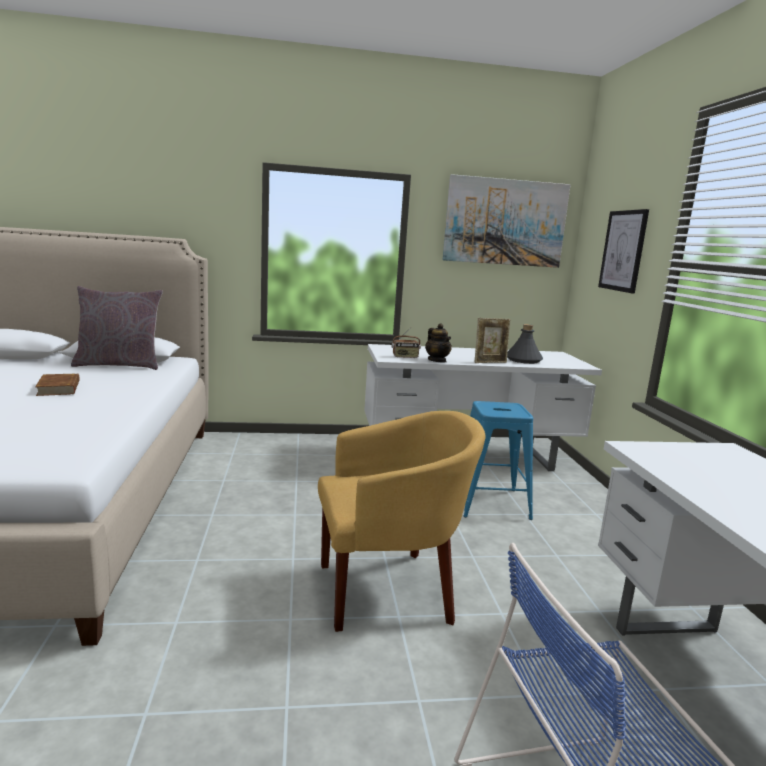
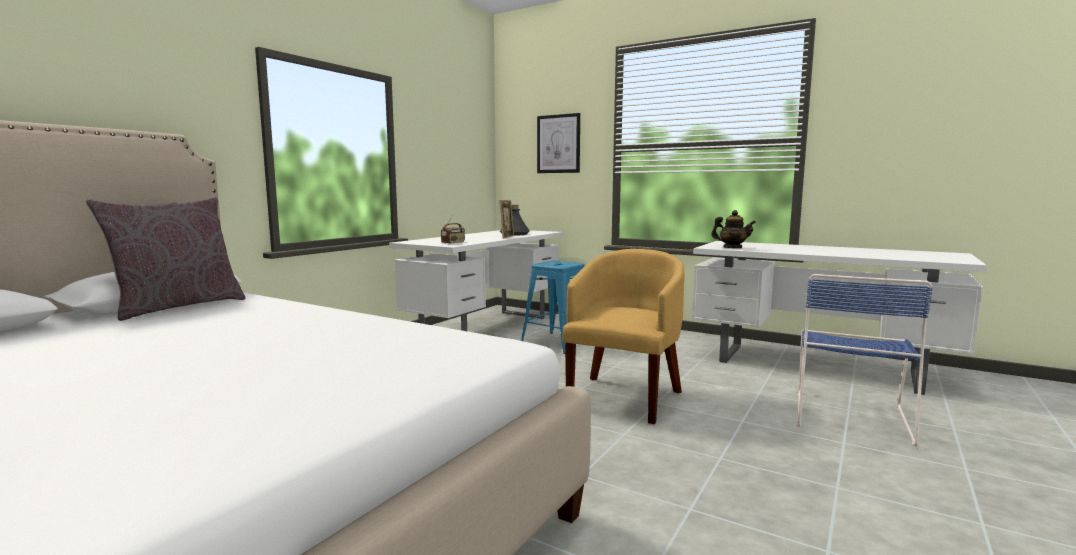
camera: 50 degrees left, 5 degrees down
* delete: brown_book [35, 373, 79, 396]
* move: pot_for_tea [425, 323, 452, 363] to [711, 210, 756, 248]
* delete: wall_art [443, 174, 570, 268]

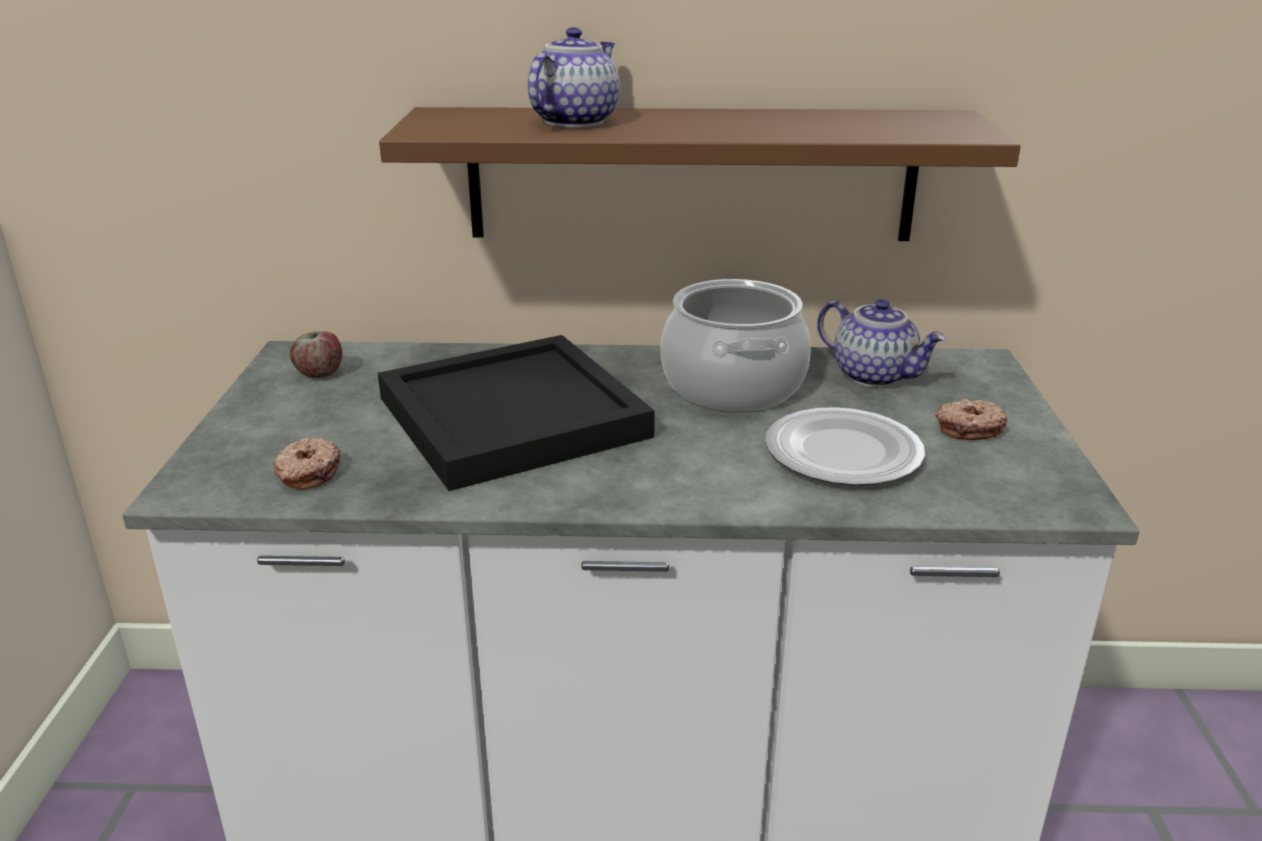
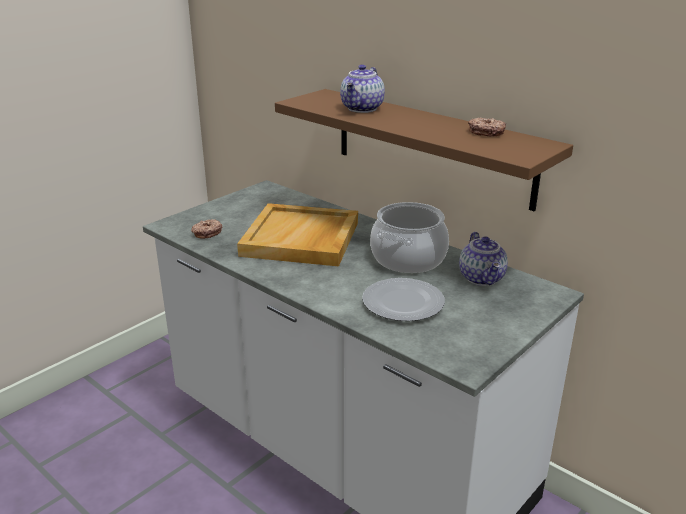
camera: 40 degrees right, 0 degrees up
* delete: apple [290, 331, 342, 378]
* recolor: black-coloured_serving_tray [378, 335, 655, 491] to beige-coloured_serving_tray [237, 203, 358, 267]
* rotate: pot_for_tea [528, 27, 619, 128] = [340, 65, 385, 113] 135 degrees clockwise
* move: donut [935, 398, 1008, 440] to [468, 118, 506, 136]

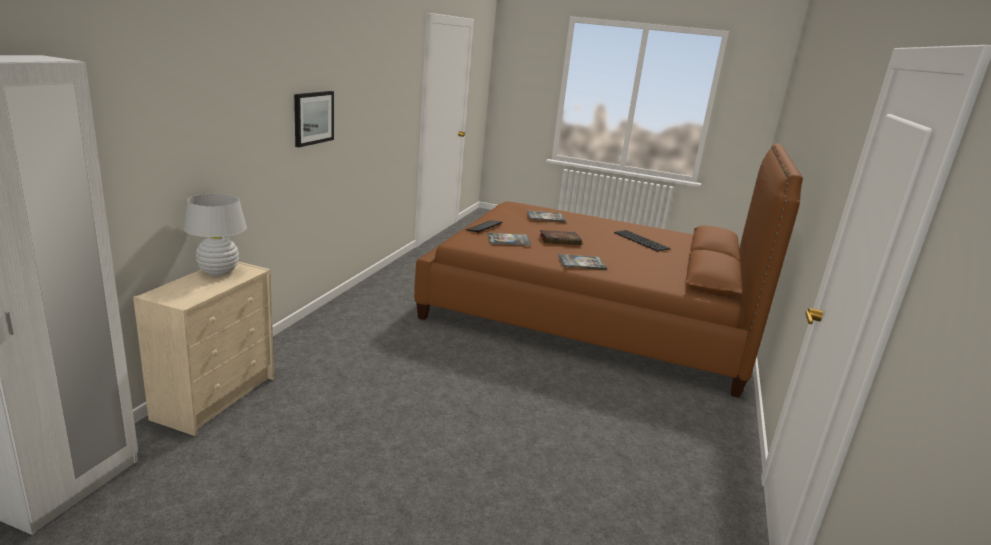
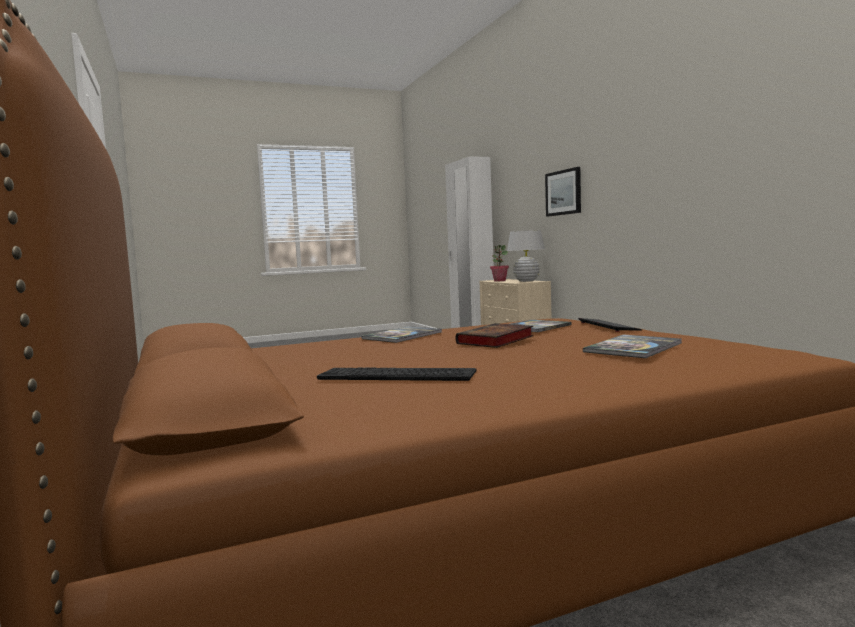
camera: 140 degrees right, 15 degrees down
* move: wall_art [294, 91, 334, 147] to [545, 167, 581, 217]
* insert: houseplant [490, 245, 509, 281]

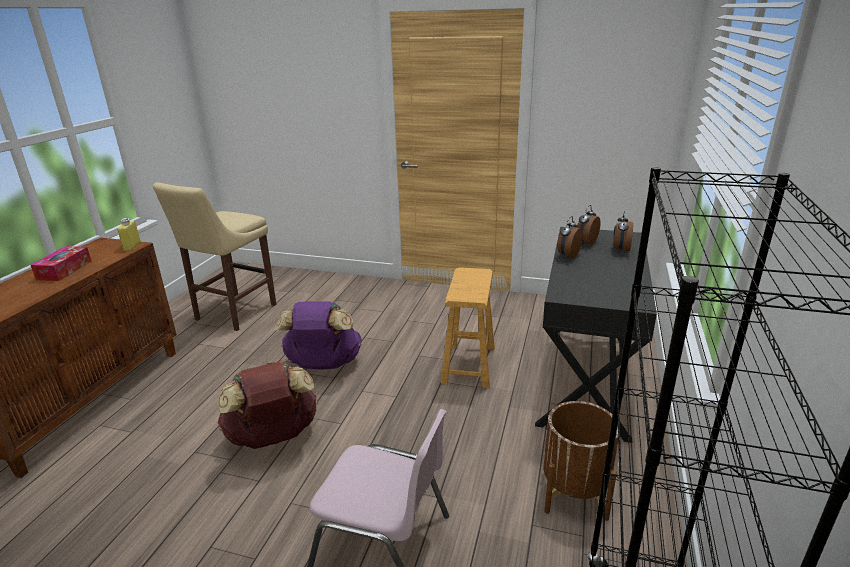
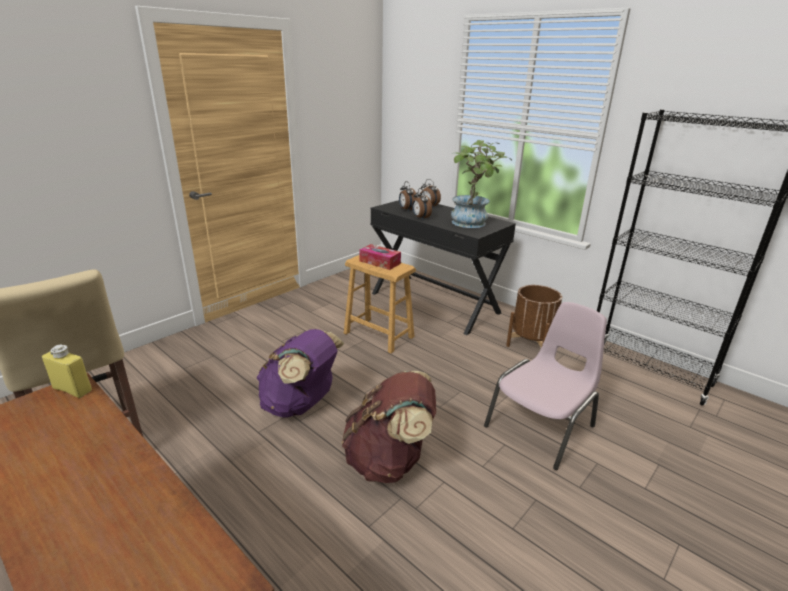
camera: 65 degrees left, 0 degrees up
* move: box_of_tissues [31, 246, 91, 281] to [359, 244, 401, 270]
* insert: houseplant [451, 140, 512, 228]

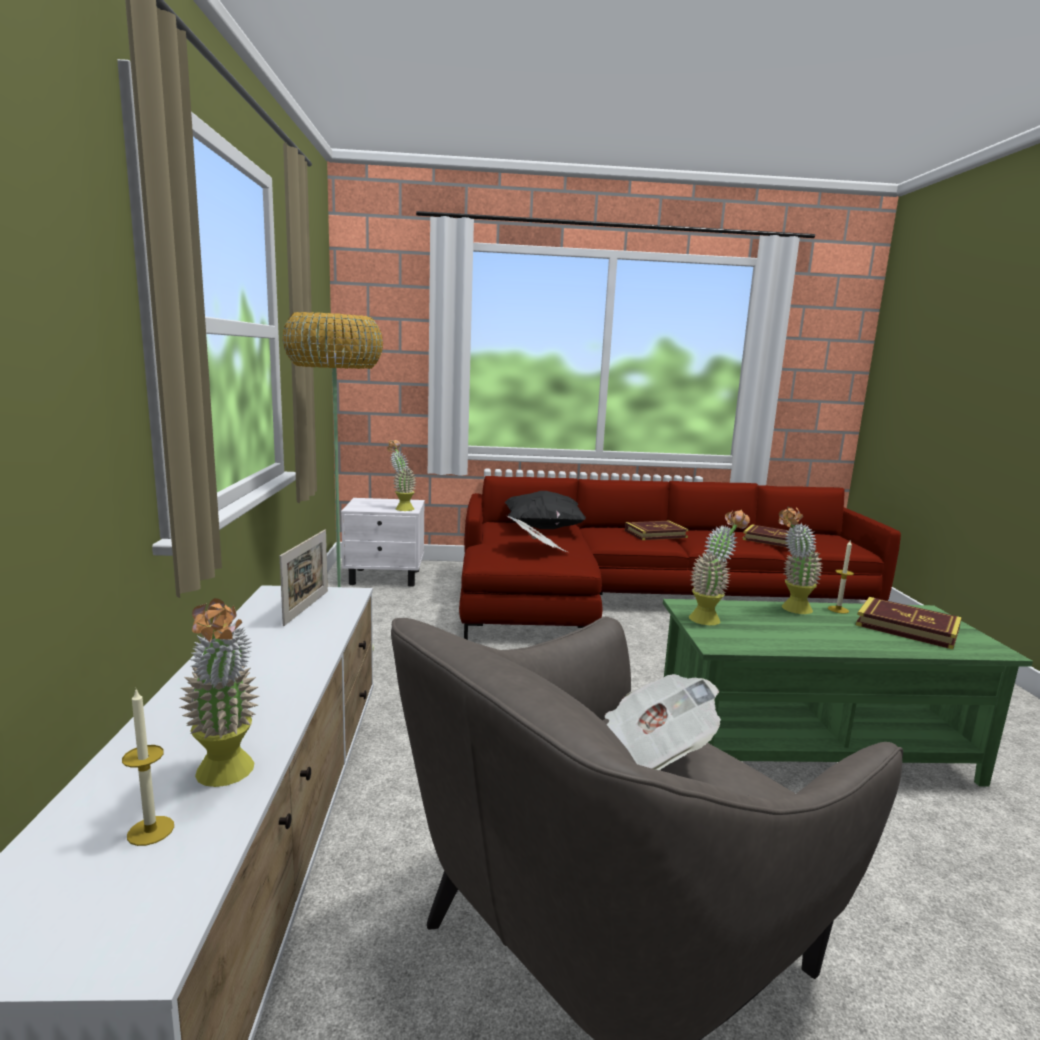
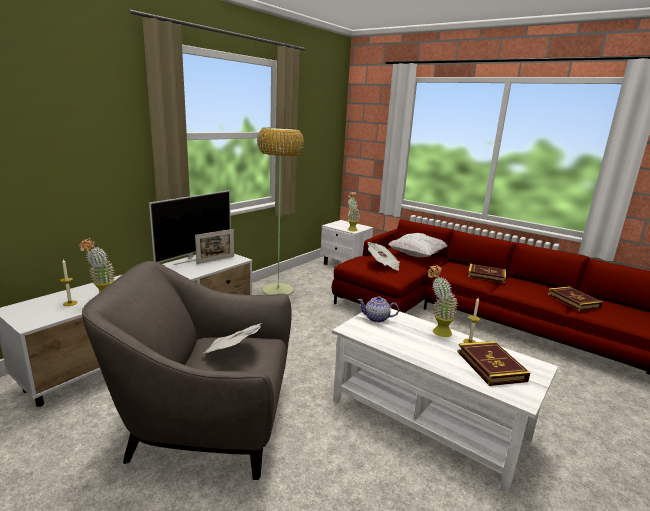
camera: 40 degrees right, 5 degrees up
* recolor: black-coloured_throw_pillow [505, 491, 586, 529] to white-coloured_throw_pillow [389, 233, 447, 257]
* recolor: green-coloured_lounge_table [663, 599, 1033, 787] to white-coloured_lounge_table [332, 309, 558, 494]
* replace: houseplant [689, 510, 750, 625] to pot_for_tea [358, 296, 399, 323]
* insert: television [149, 190, 231, 265]

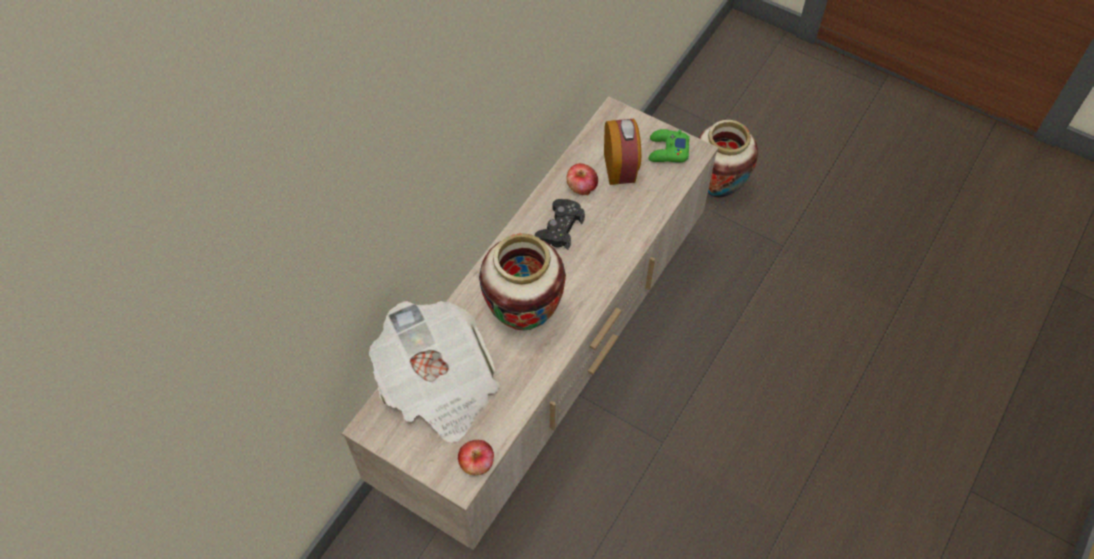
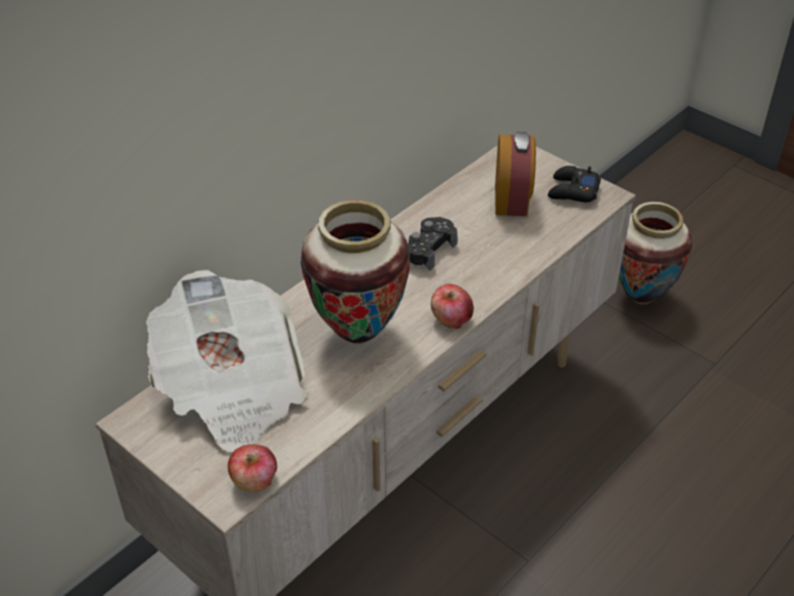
camera: 10 degrees right, 15 degrees down
* move: apple [566, 163, 598, 195] to [431, 284, 474, 329]
* recolor: green-coloured_game_controller [648, 129, 690, 163] to black-coloured_game_controller [548, 166, 601, 202]

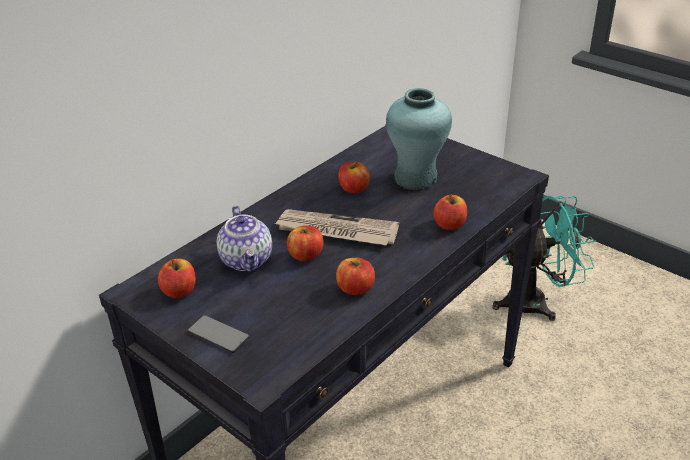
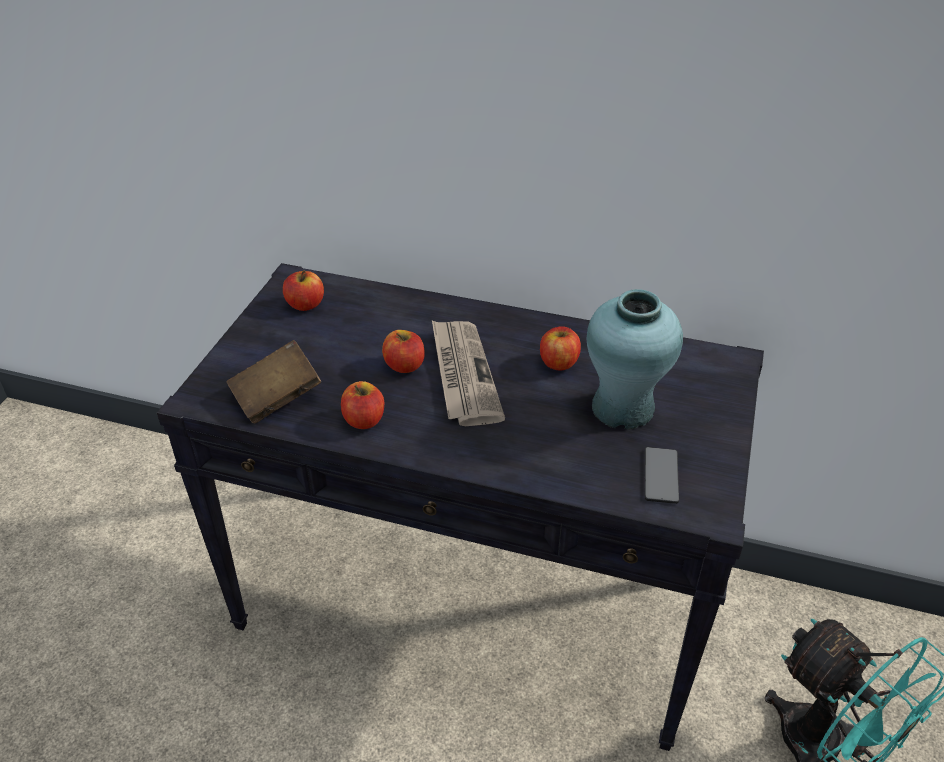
camera: 65 degrees right, 5 degrees up
* move: telephone [187, 315, 250, 353] to [645, 447, 679, 504]
* delete: pot_for_tea [217, 206, 272, 272]
* delete: apple [434, 195, 467, 230]
* insert: brown_book [227, 340, 321, 424]

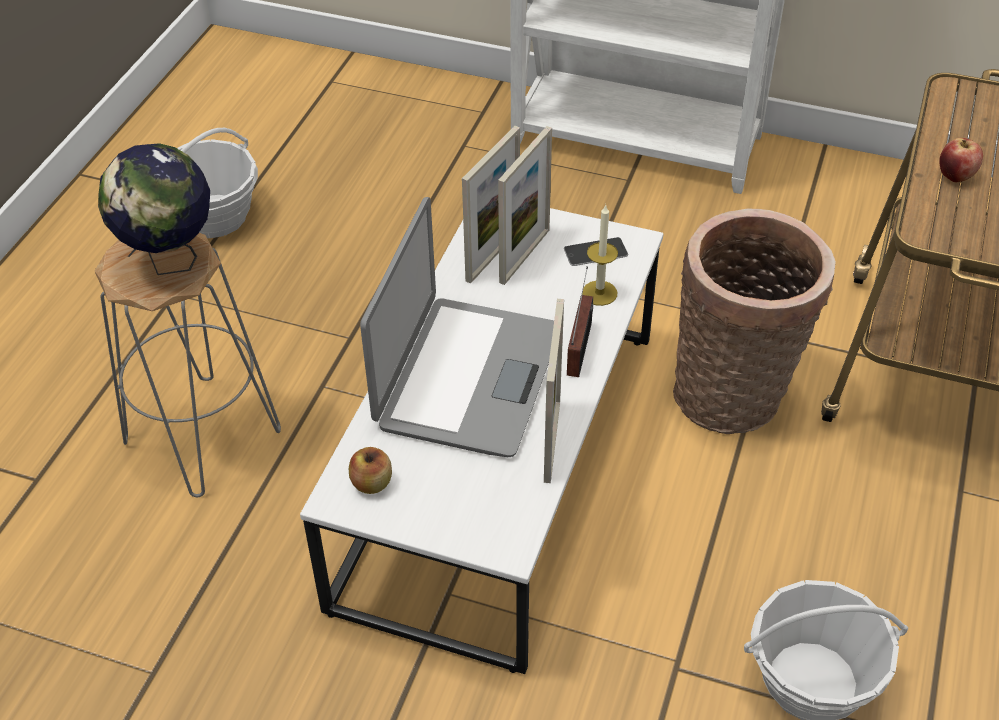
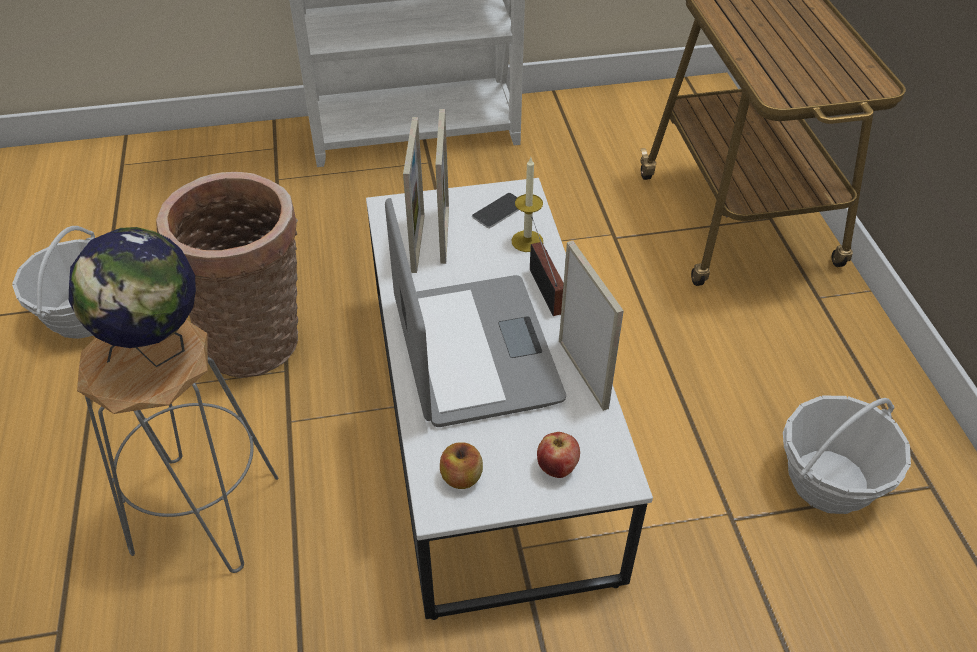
camera: 30 degrees left, 0 degrees up
* move: basket [673, 209, 836, 434] to [156, 172, 298, 377]
* move: apple [939, 138, 983, 182] to [537, 432, 580, 478]

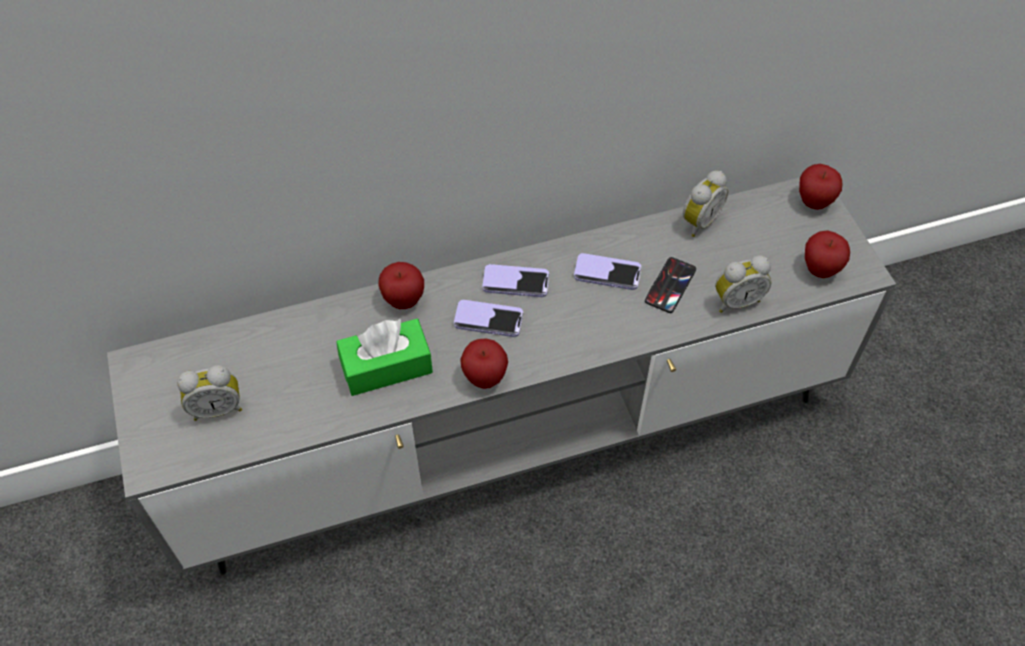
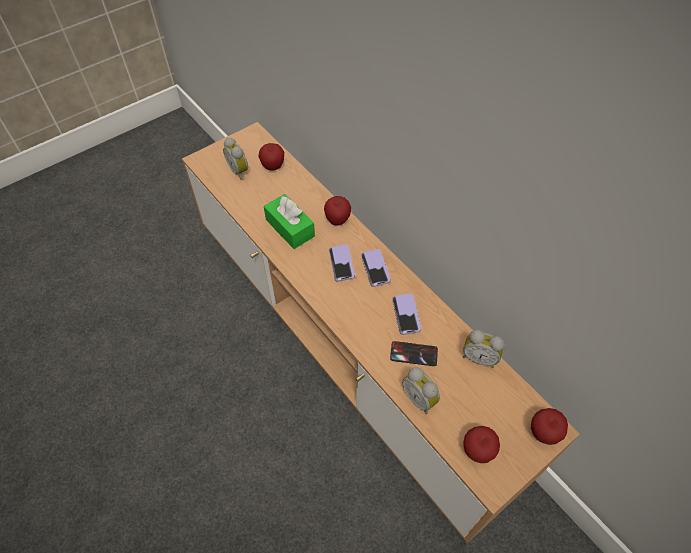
camera: 70 degrees right, 0 degrees up
* recolor: greyish_tv_unit [107, 177, 896, 575] to brown_tv_unit [182, 122, 580, 543]
* move: apple [460, 338, 508, 389] to [259, 143, 284, 170]

